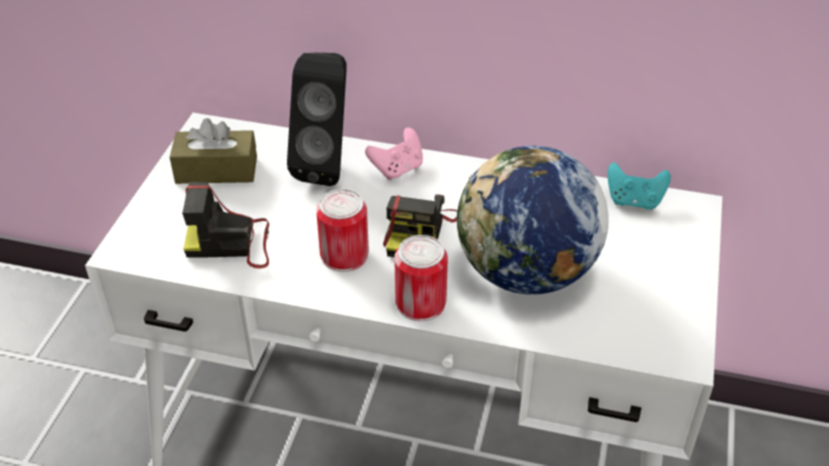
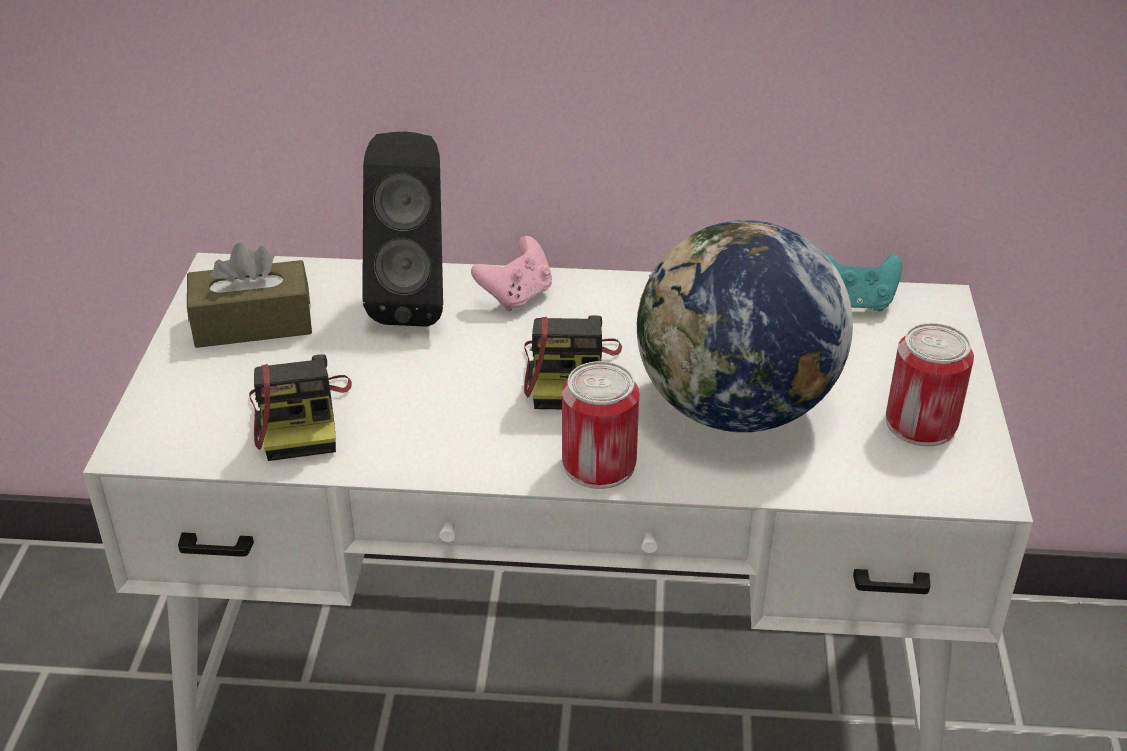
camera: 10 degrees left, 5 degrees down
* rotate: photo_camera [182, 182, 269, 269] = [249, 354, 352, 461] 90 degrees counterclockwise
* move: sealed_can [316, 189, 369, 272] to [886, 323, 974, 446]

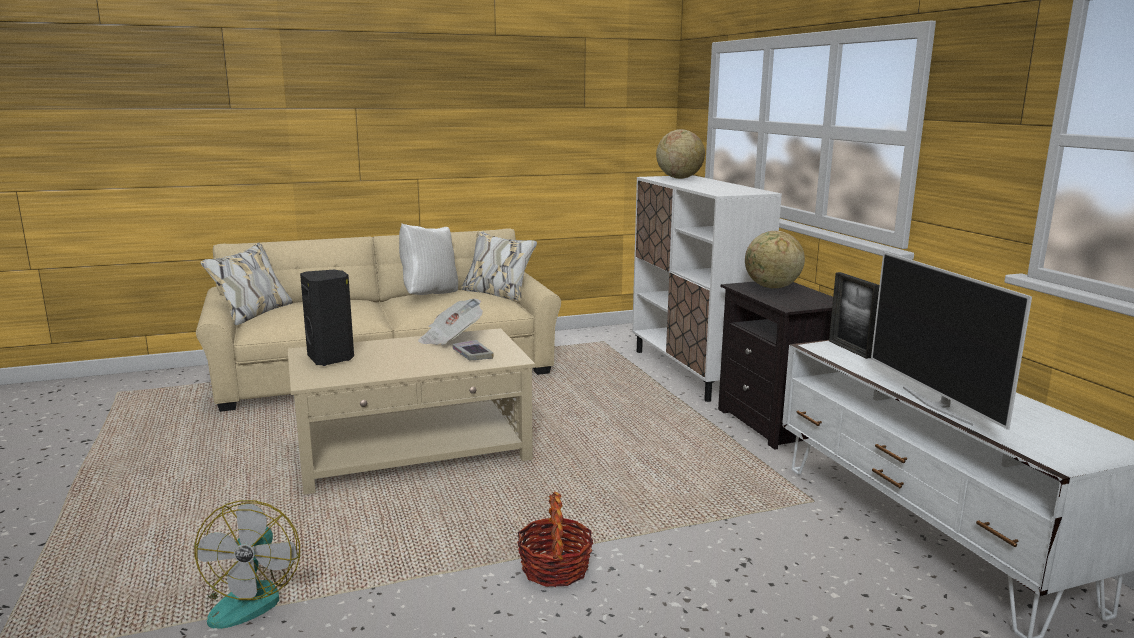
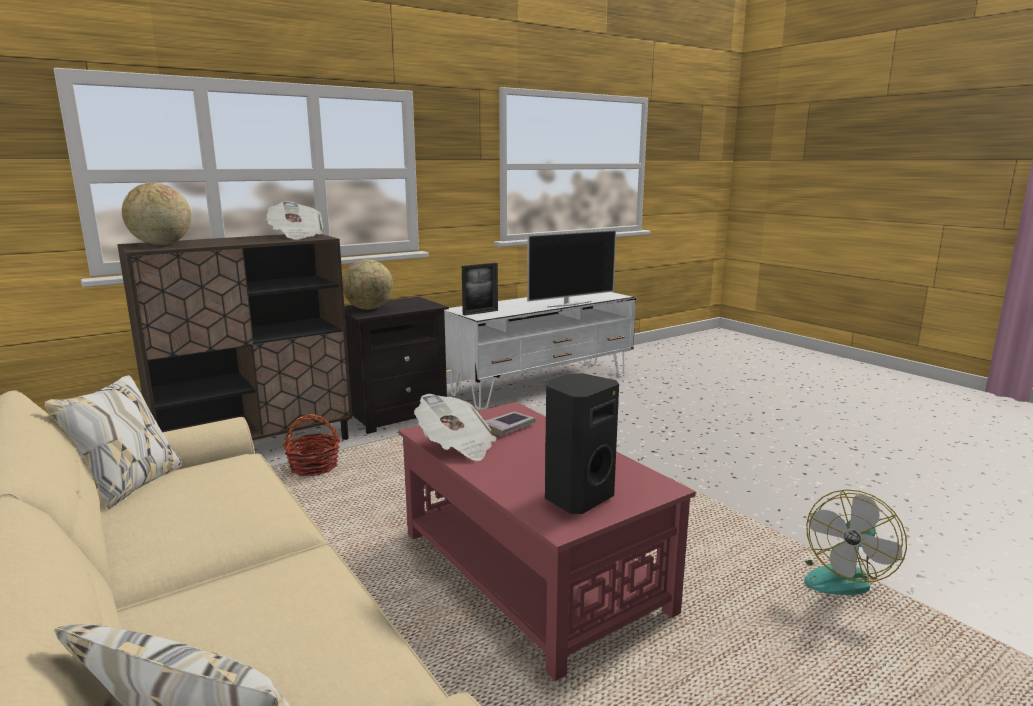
camera: 105 degrees left, 0 degrees up
* rotate: fan [195, 500, 300, 629] = [799, 489, 907, 595] 150 degrees clockwise
* recolor: beige-coloured_lounge_table [287, 328, 535, 495] to reddish_lounge_table [399, 402, 696, 681]
* delete: white-coloured_throw_pillow [399, 223, 458, 295]
* move: basket [517, 492, 593, 587] to [282, 414, 340, 476]
* recolor: white-coloured_cabinet [632, 175, 782, 402] to brown_cabinet [117, 234, 352, 441]
* insert: printed_paper [265, 201, 323, 239]

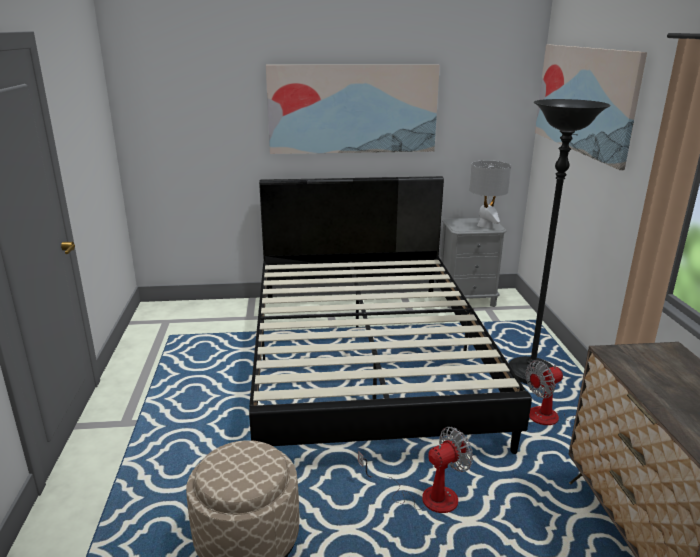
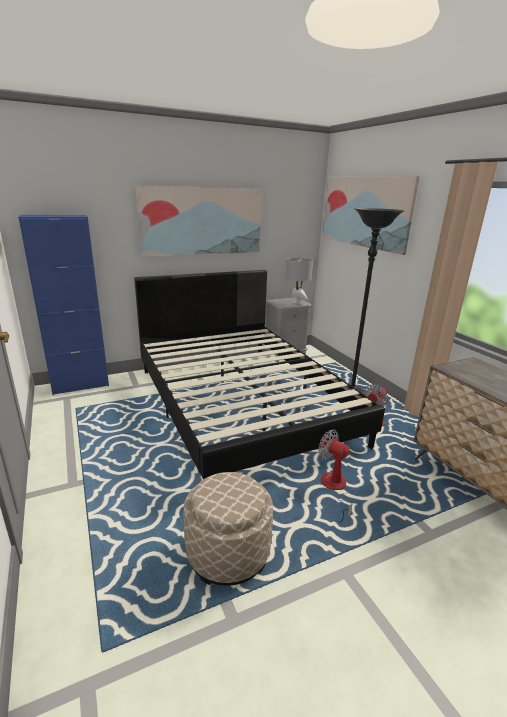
camera: 20 degrees left, 0 degrees up
* rotate: fan [358, 427, 473, 513] = [318, 430, 353, 522] 90 degrees counterclockwise
* insert: blue_cabinet [18, 215, 109, 395]

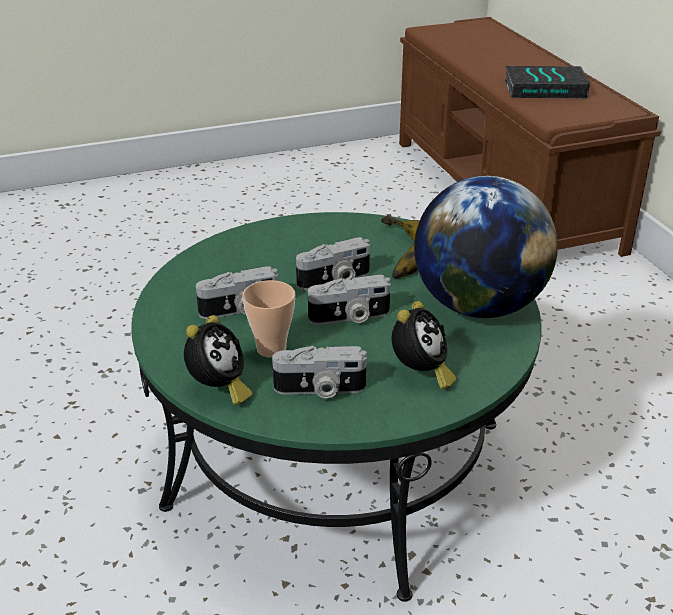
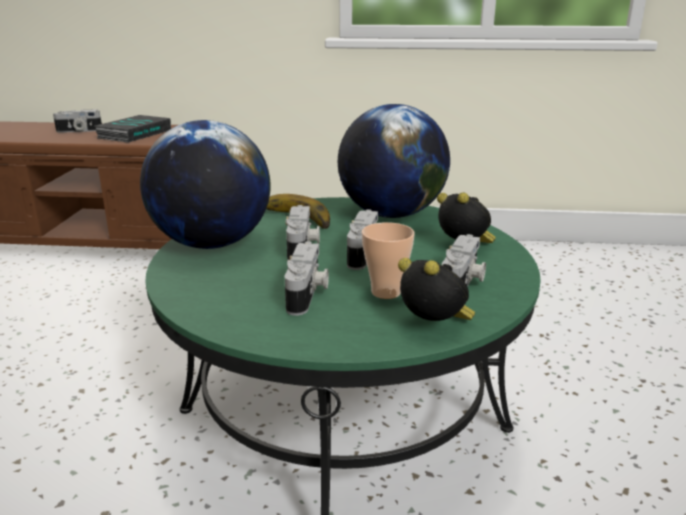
camera: 65 degrees left, 10 degrees down
* insert: photo_camera [53, 109, 102, 133]
* insert: world_globe [140, 120, 271, 249]

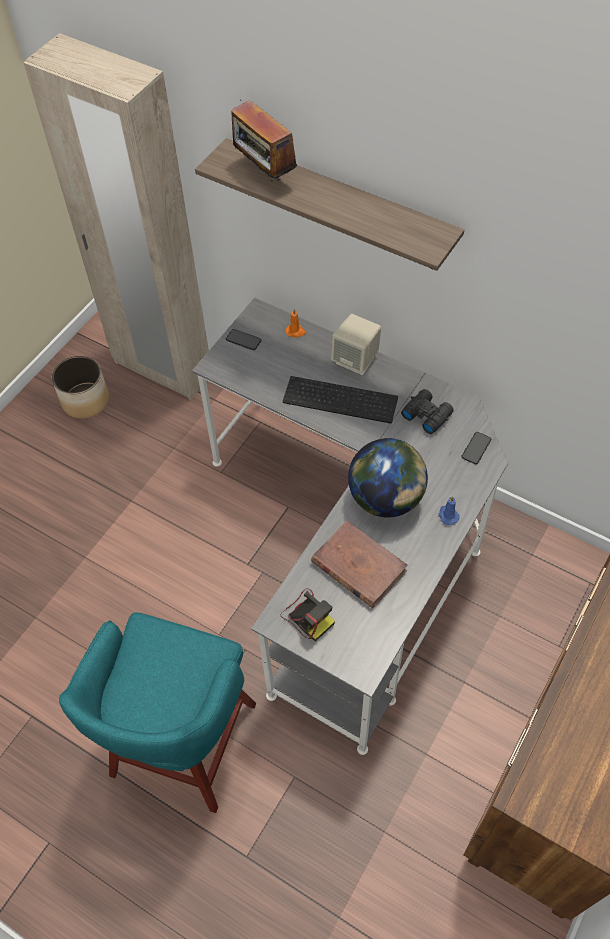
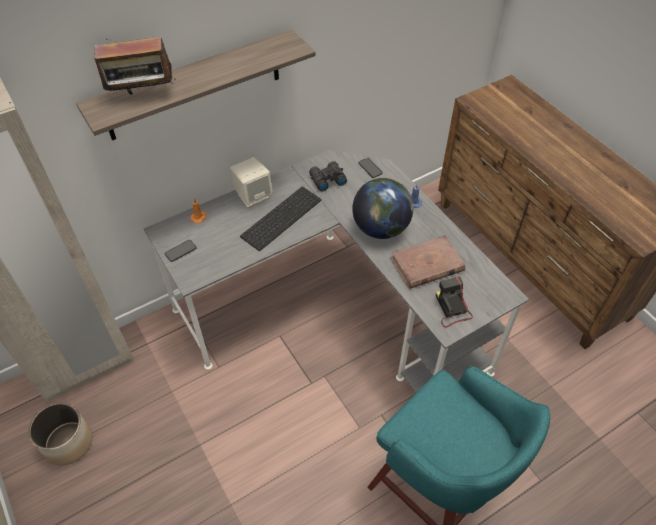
camera: 65 degrees left, 5 degrees down
* rotate: photo_camera [281, 588, 335, 641] = [436, 276, 472, 328] 90 degrees counterclockwise

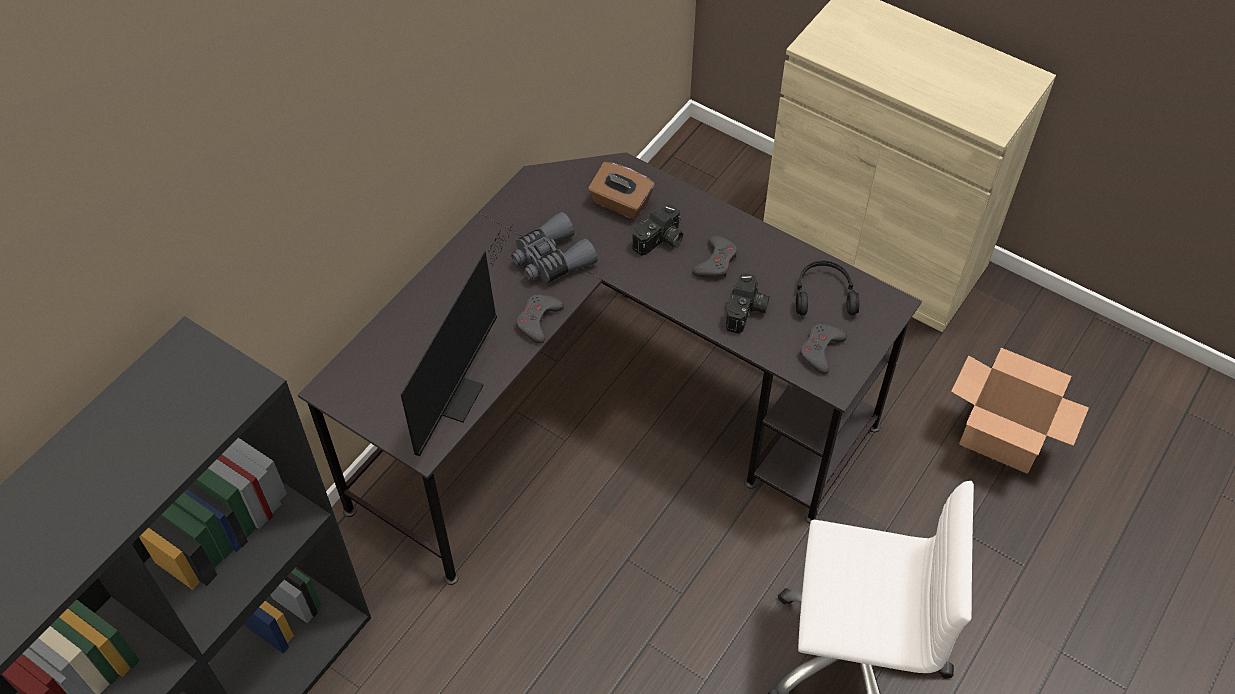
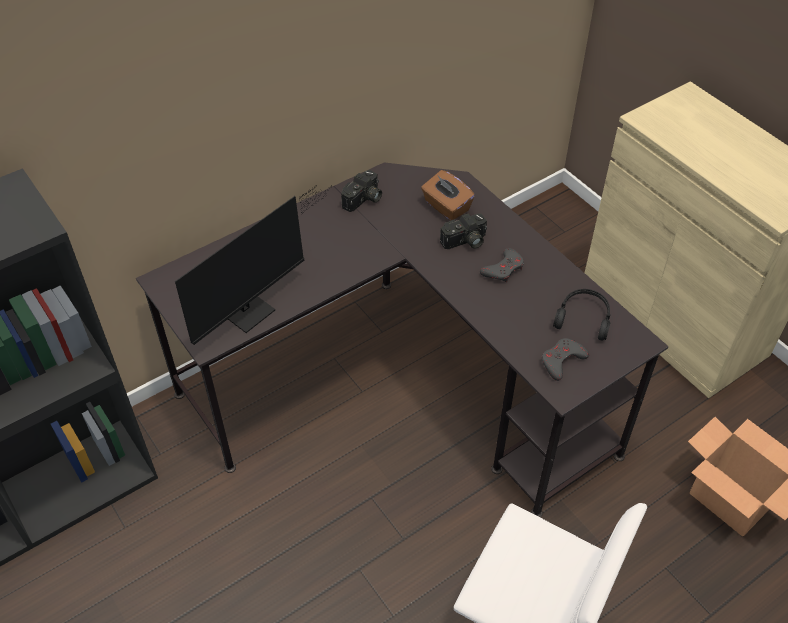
camera: 20 degrees right, 5 degrees down
* delete: greyish_field_glasses [511, 212, 598, 283]
* delete: greyish_game_controller [516, 294, 564, 344]
* move: photo_camera [726, 272, 770, 334] to [341, 170, 382, 212]

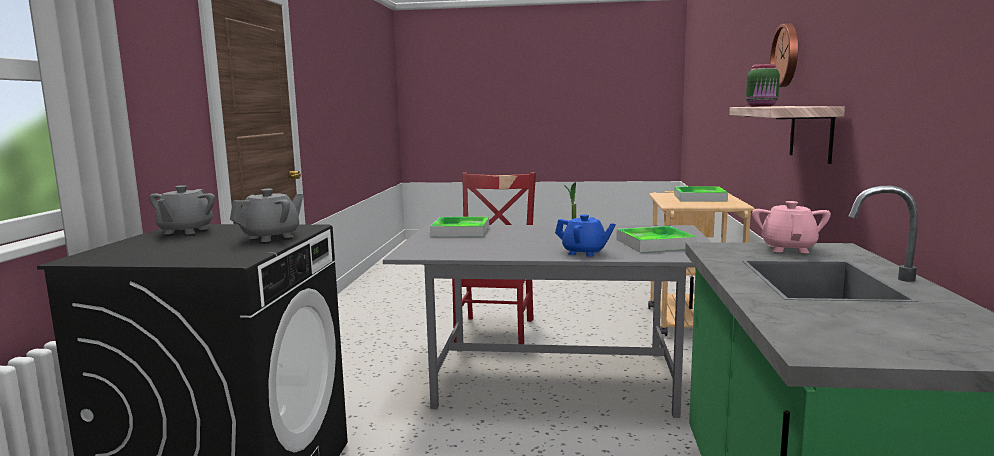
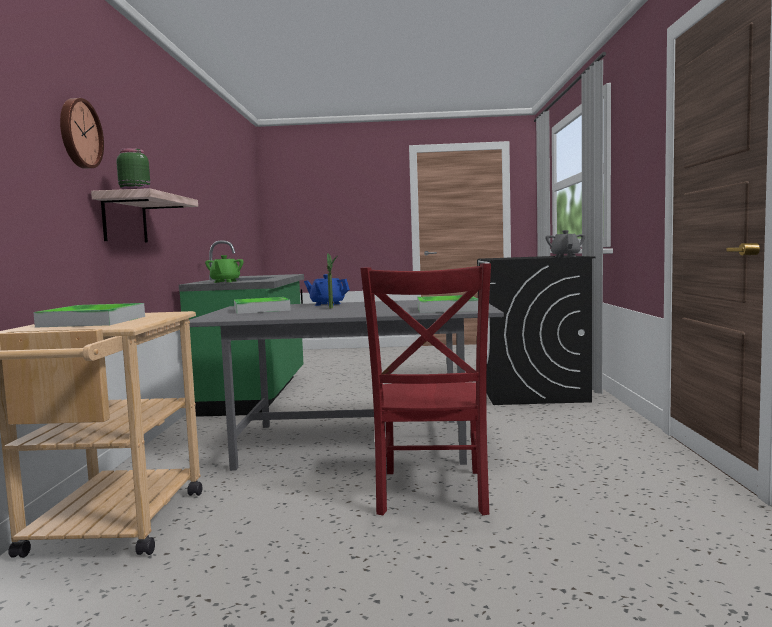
camera: 175 degrees right, 5 degrees down
* delete: greyish_pot_for_tea [230, 189, 303, 242]
* recolor: pinkish_pot_for_tea [752, 201, 831, 253] to green-coloured_pot_for_tea [205, 255, 243, 283]

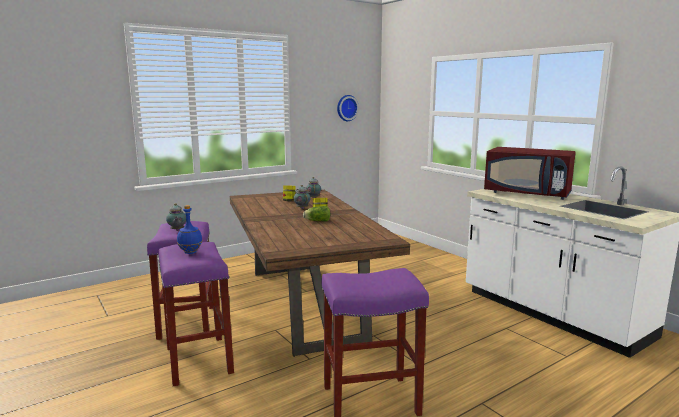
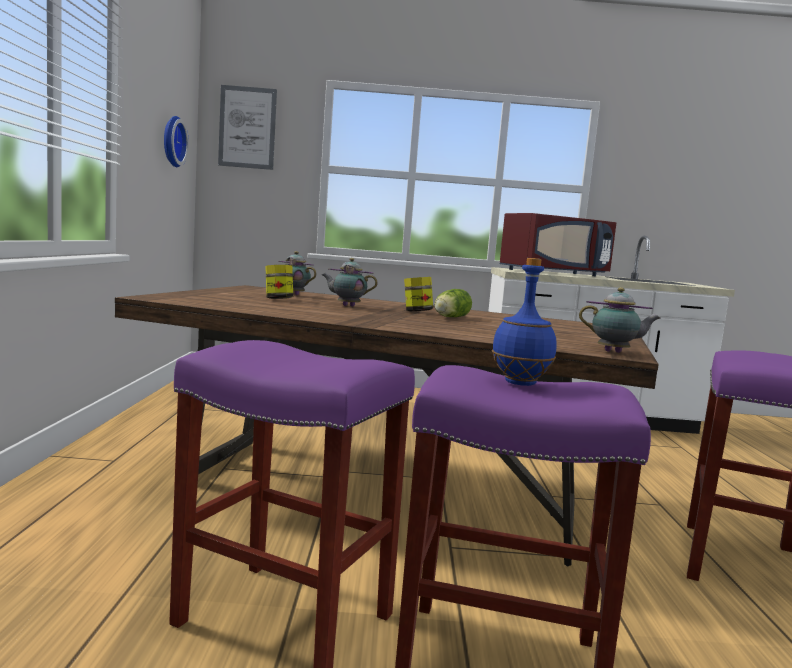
camera: 55 degrees left, 5 degrees down
* move: pot_for_tea [166, 203, 186, 231] to [579, 287, 660, 353]
* insert: wall_art [218, 85, 277, 170]

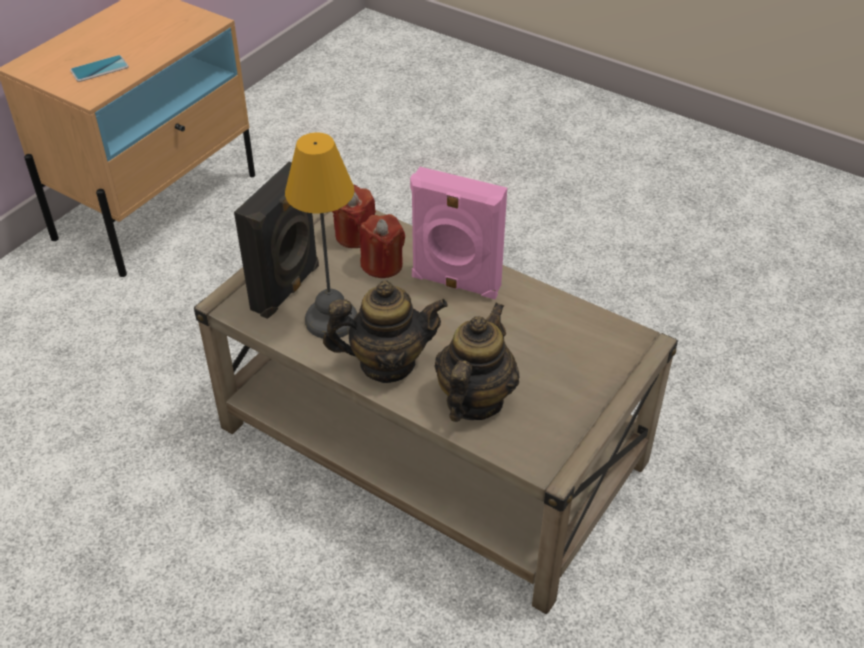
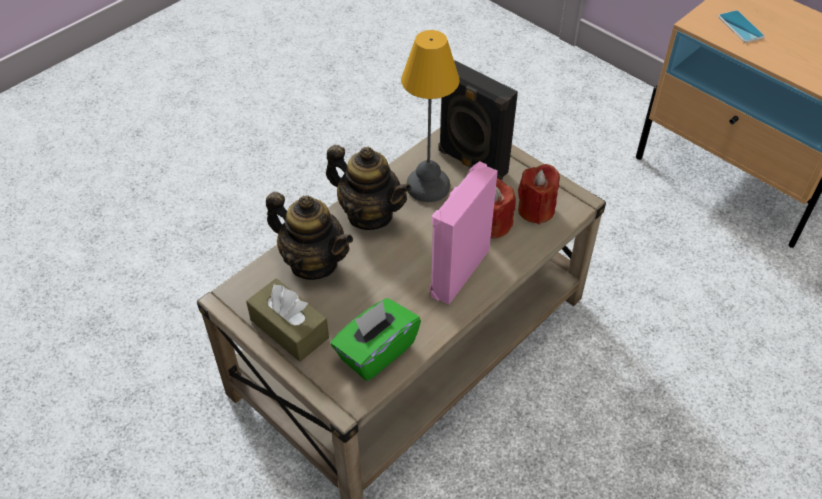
camera: 100 degrees right, 5 degrees up
* rotate: pot_for_tea [323, 281, 448, 383] = [326, 145, 412, 230] 60 degrees counterclockwise
* insert: brown_box_of_tissues [246, 278, 329, 362]
* insert: green-coloured_box_of_tissues [331, 298, 421, 381]

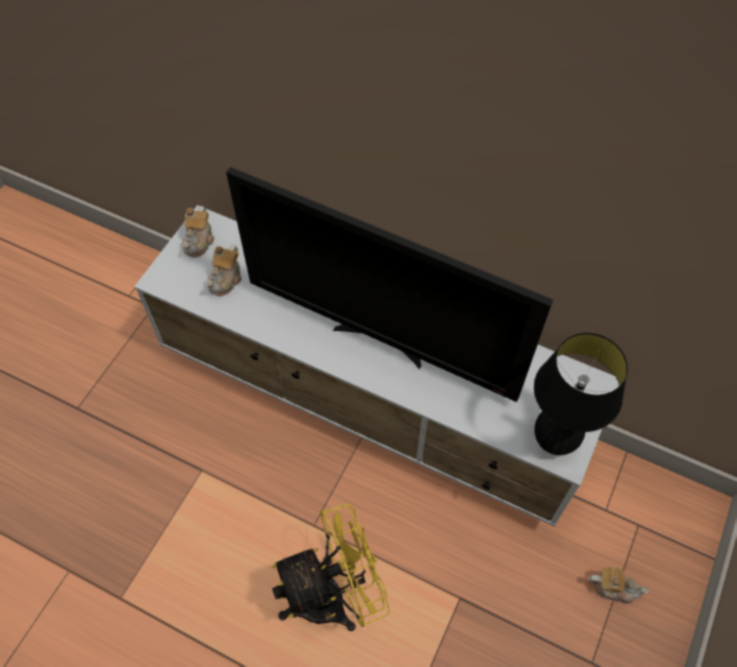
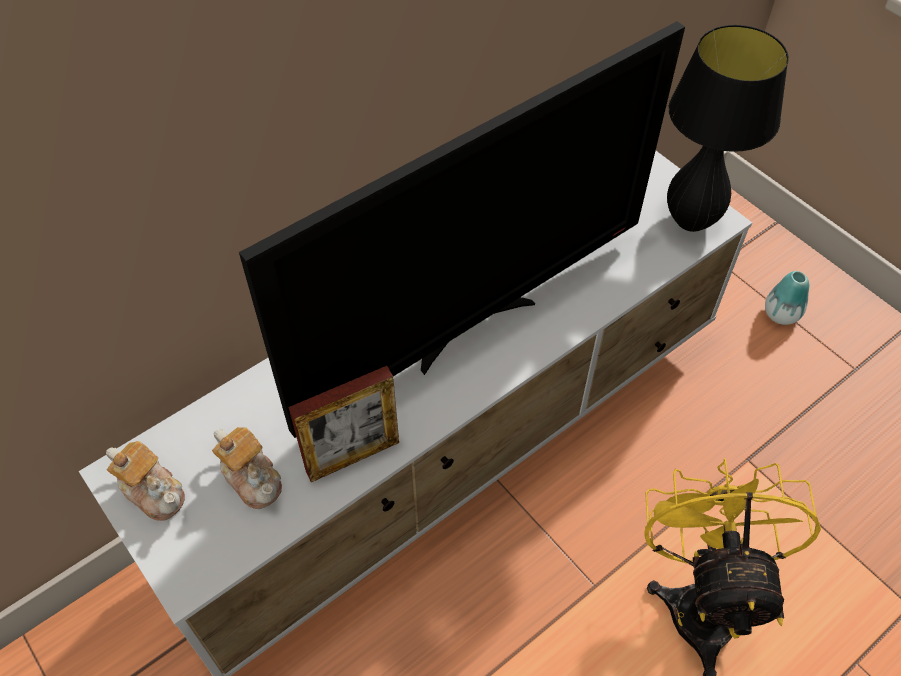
camera: 65 degrees left, 5 degrees down
* replace: pot_for_tea [589, 567, 649, 604] to flower_vase [765, 271, 809, 325]
* insert: picture_frame [288, 366, 399, 482]

